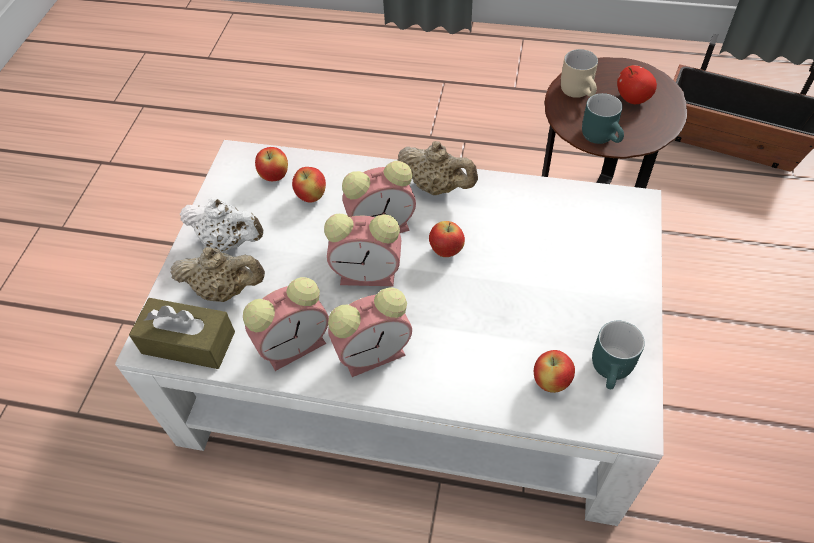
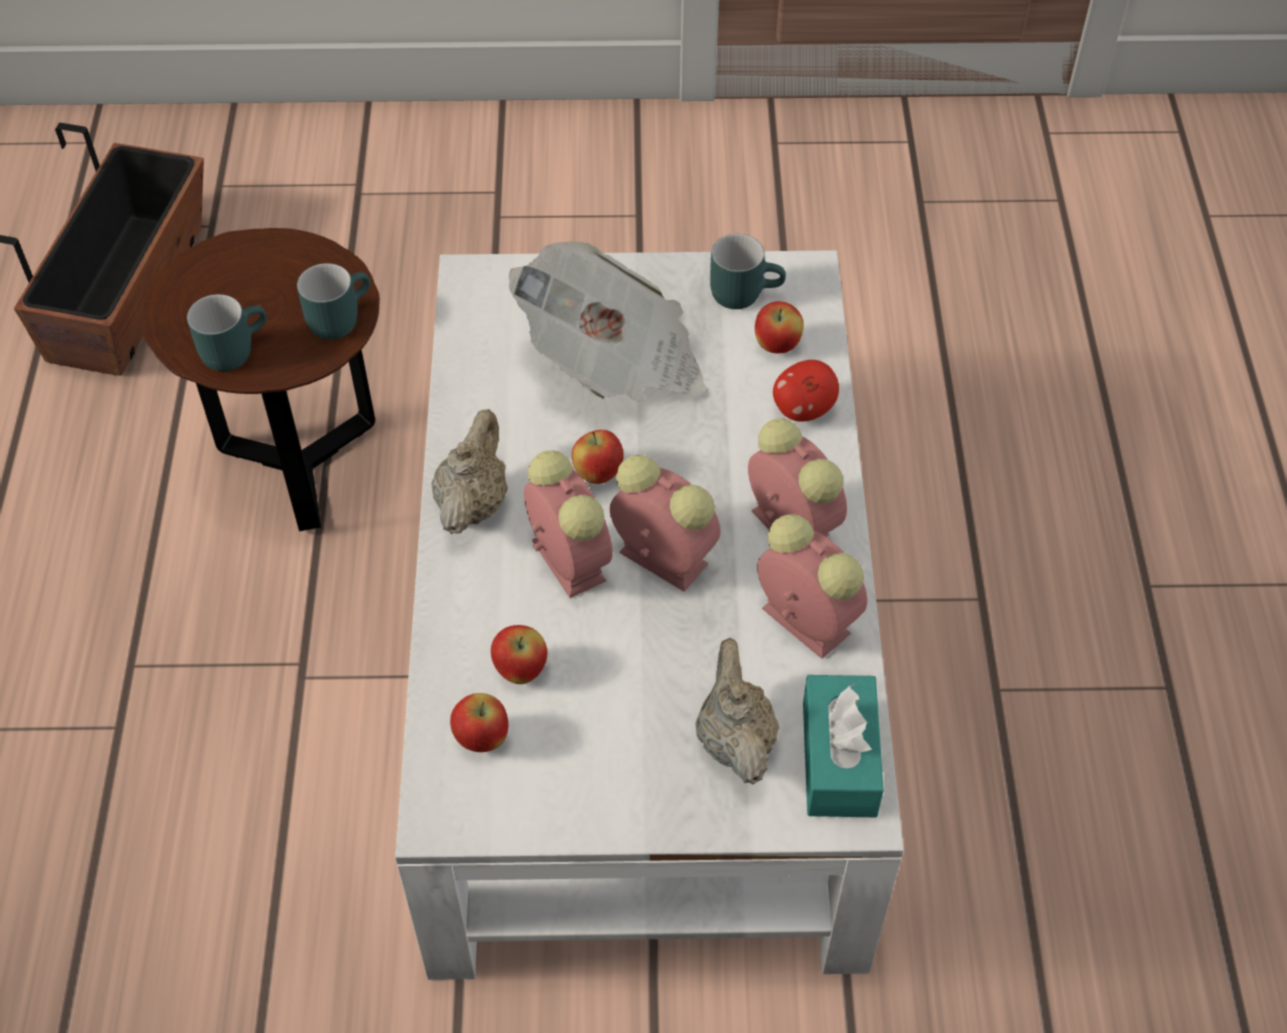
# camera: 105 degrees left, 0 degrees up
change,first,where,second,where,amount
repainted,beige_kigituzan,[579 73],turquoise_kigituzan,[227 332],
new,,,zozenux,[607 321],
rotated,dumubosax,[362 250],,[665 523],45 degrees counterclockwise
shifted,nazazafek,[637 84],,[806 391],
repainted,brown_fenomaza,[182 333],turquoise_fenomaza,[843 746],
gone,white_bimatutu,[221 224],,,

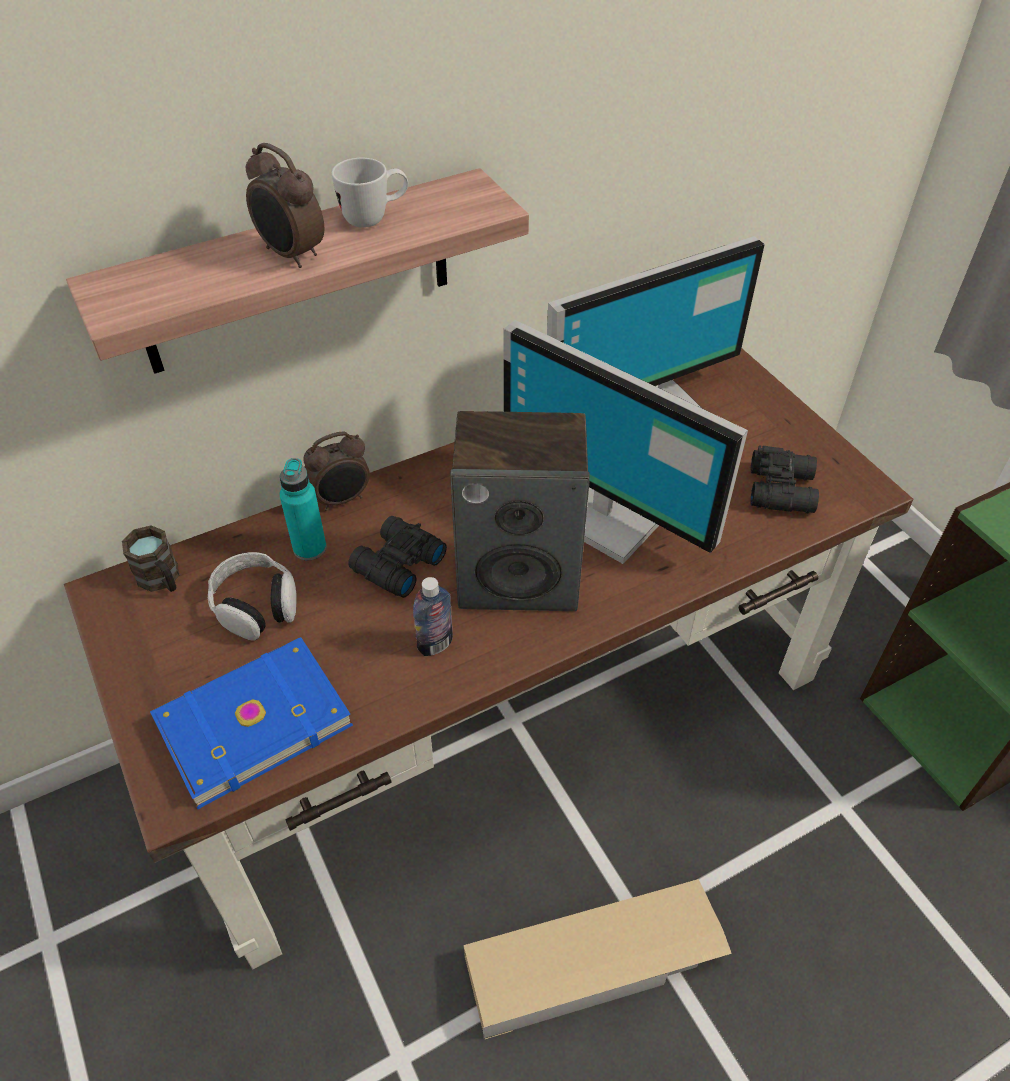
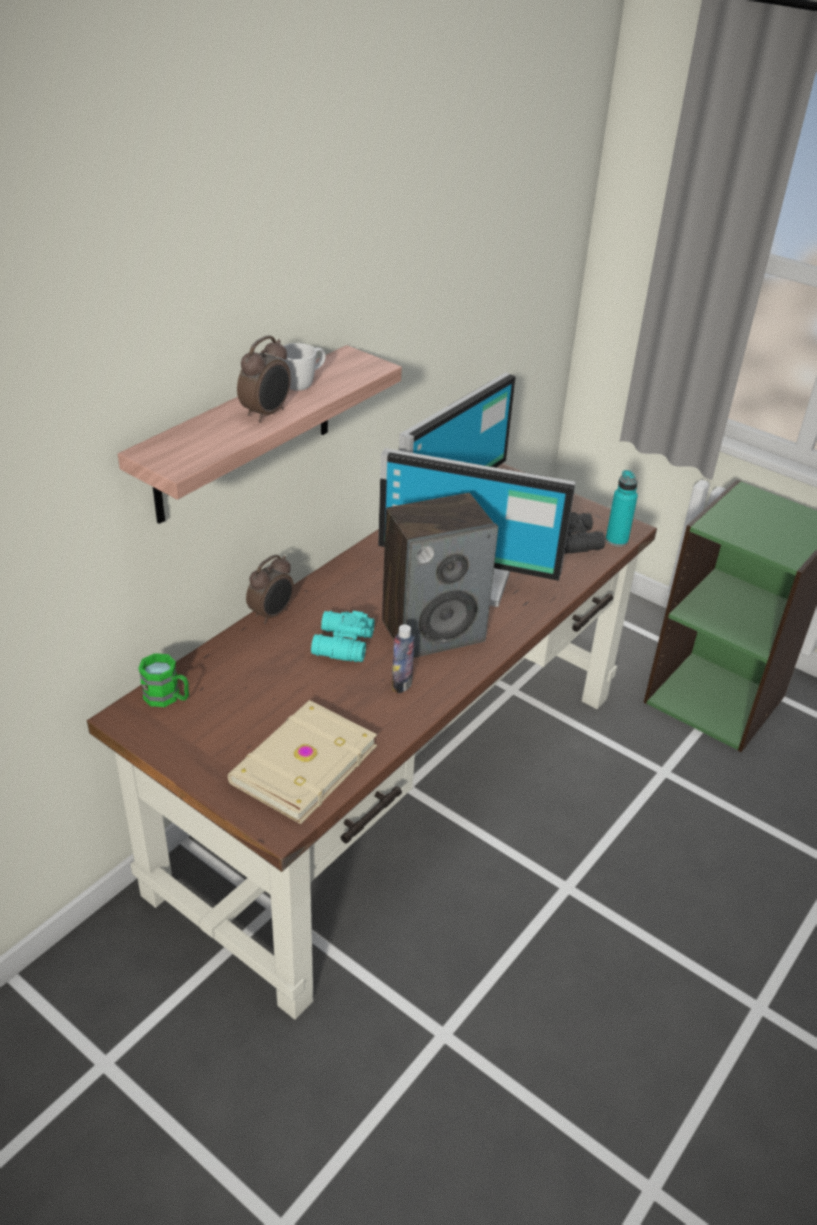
# camera: 25 degrees left, 10 degrees down
change,first,where,second,where,amount
repainted,brown_kigituzan,[151 558],green_kigituzan,[163 680],
repainted,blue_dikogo,[251 723],beige_dikogo,[302 762],
rotated,dumubosax,[285 205],,[264 378],75 degrees counterclockwise
repainted,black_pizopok,[397 557],turquoise_pizopok,[343 636],
shifted,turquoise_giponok,[303 509],,[622 508],
gone,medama,[252 596],,,
gone,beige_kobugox,[598 959],,,

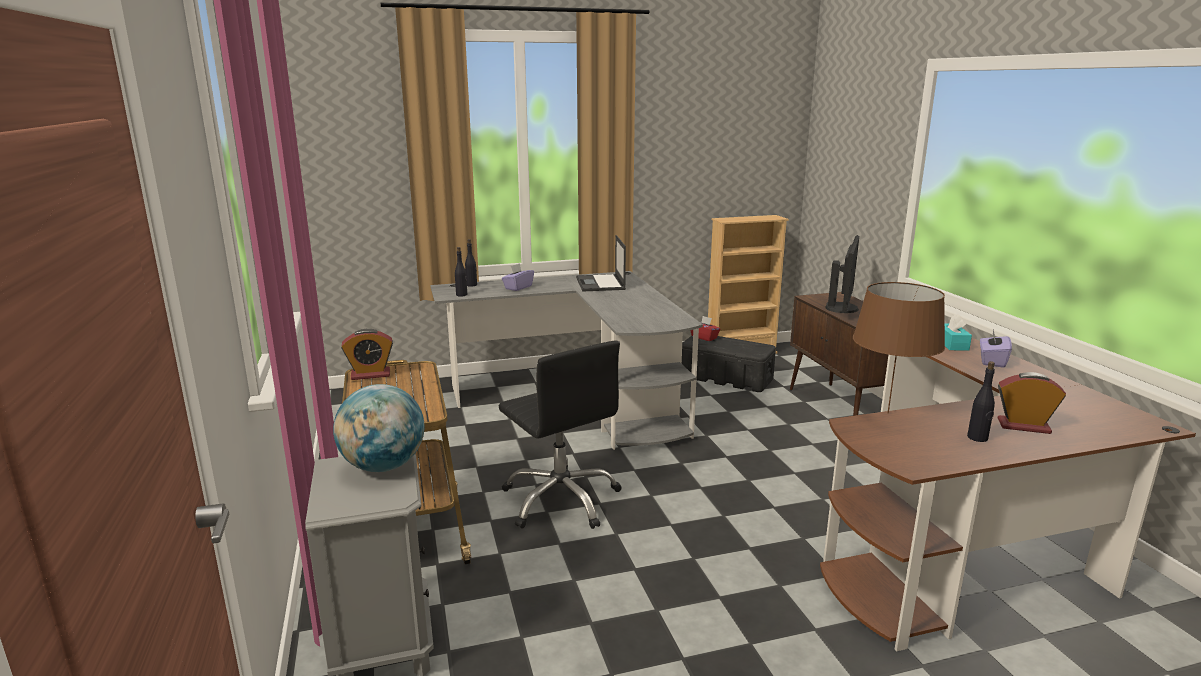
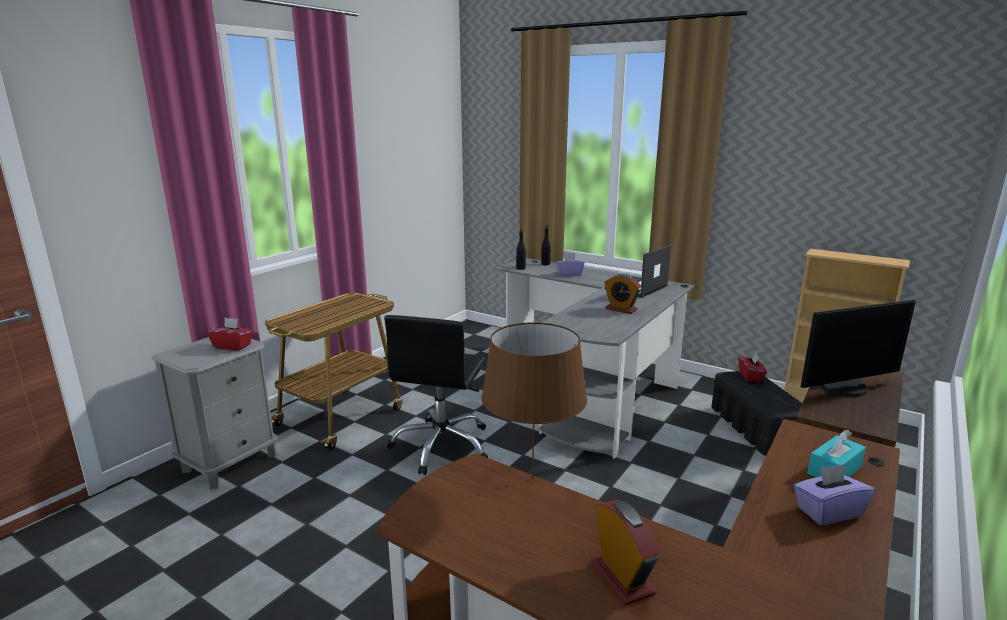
# camera: 50 degrees right, 0 degrees up
change,first,where,second,where,amount
swapped,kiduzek,[378 428],red_fenomaza,[230 334],
shifted,dumubosax,[367 354],,[623 294],
gone,black_giponok,[981 401],,,

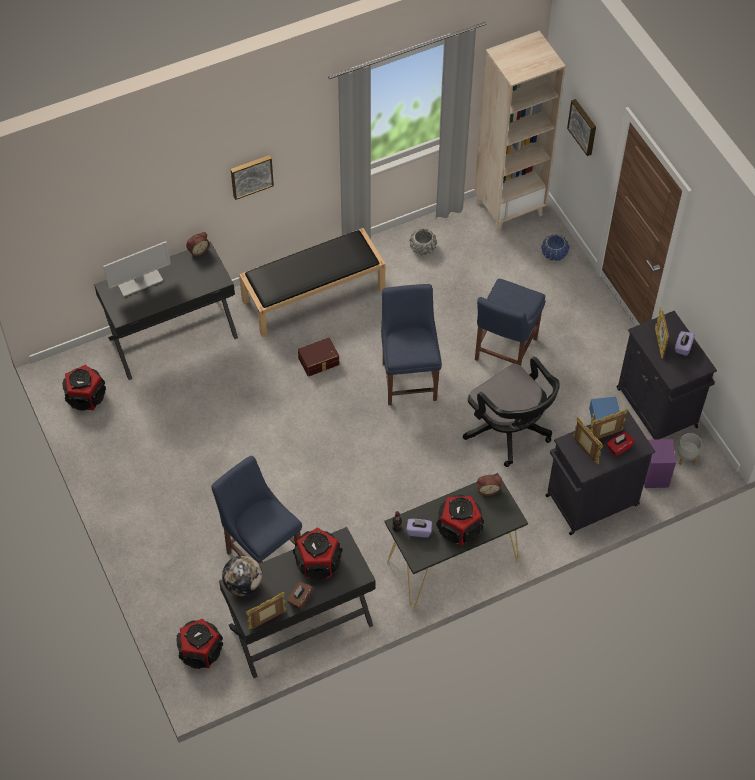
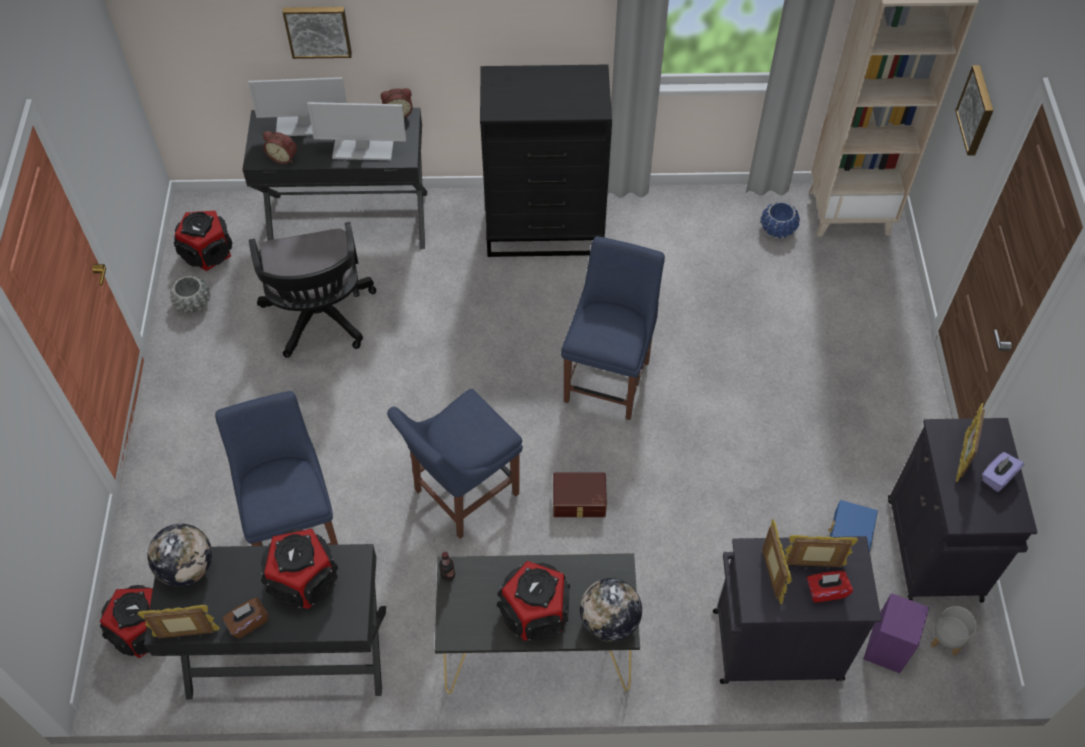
# camera: 25 degrees right, 0 degrees up
change,first,where,second,where,amount
shifted,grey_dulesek,[423 242],,[190 294],
shifted,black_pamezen,[511 411],,[312 290],
shifted,dumubosax,[489 485],,[280 147],
shifted,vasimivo,[252 177],,[317 33],
new,,,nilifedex,[356 131],
shifted,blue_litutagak,[510 322],,[455 464],
swapped,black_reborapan,[312 282],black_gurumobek,[546 161],
shifted,brown_kobugox,[318 357],,[580 495],
new,,,kiduzek,[611 610],
shifted,blue_dulesek,[555 247],,[780 220],
gone,purple_fenomaza,[419 528],,,

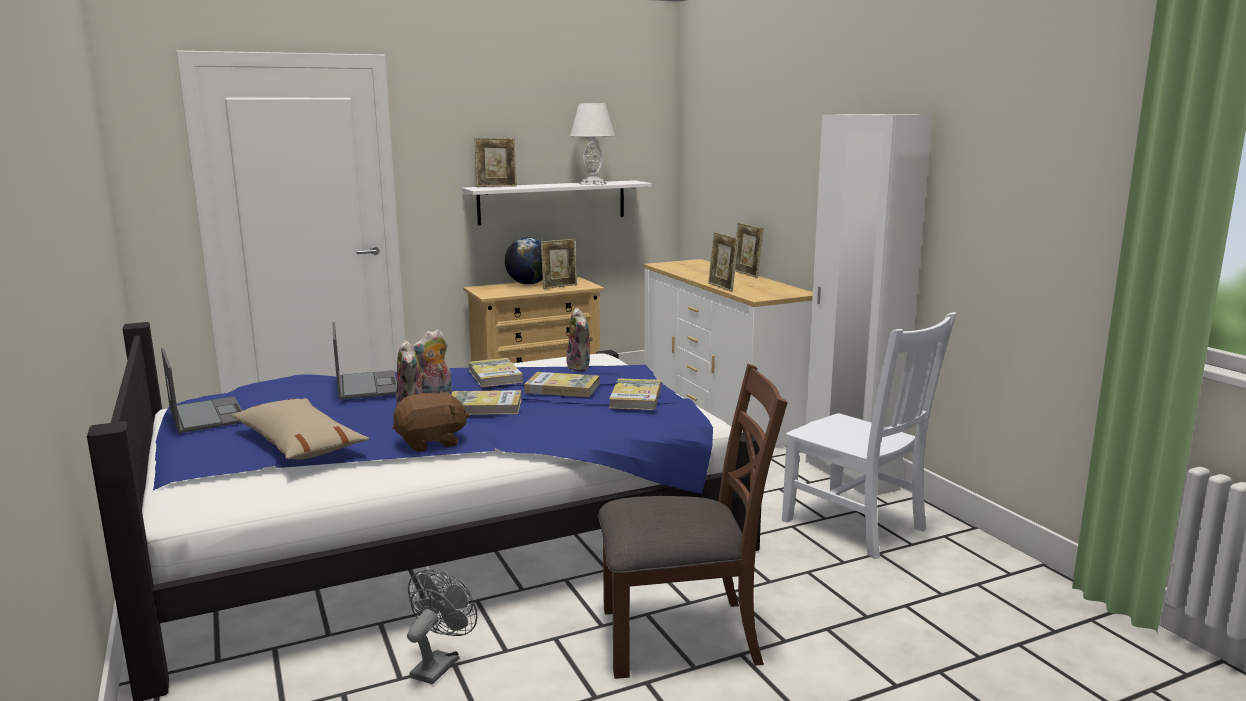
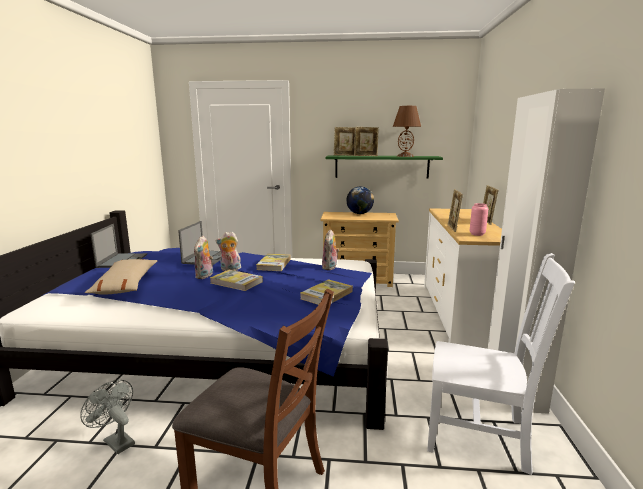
# camera: 30 degrees right, 0 degrees up
change,first,where,second,where,amount
rotated,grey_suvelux,[442 627],,[107 417],105 degrees counterclockwise
repainted,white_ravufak,[557 202],green_ravufak,[384 167],
shifted,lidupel,[559 264],,[366 141],
repainted,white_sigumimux,[592 144],brown_sigumimux,[407 131],
rotated,white_litutagak,[869 435],,[501 364],60 degrees counterclockwise
new,,,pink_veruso,[479 219],
gone,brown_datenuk,[431 421],,,
gone,dikogo,[562 384],,,

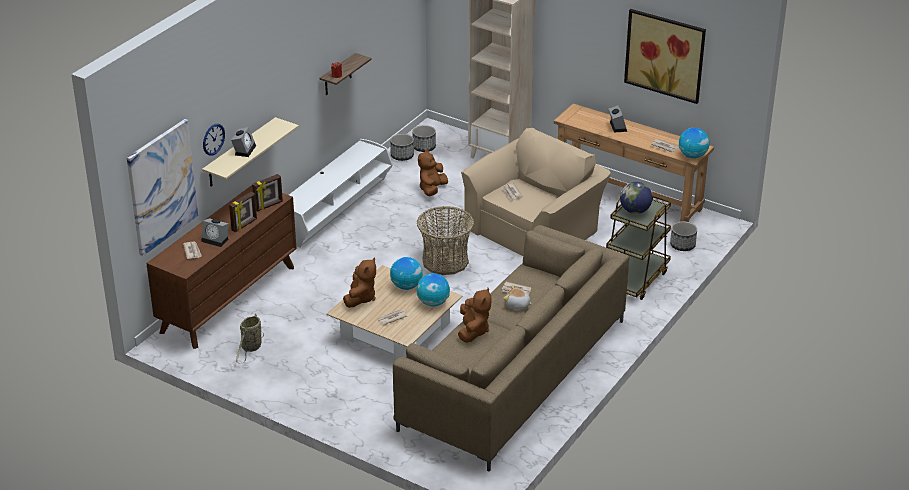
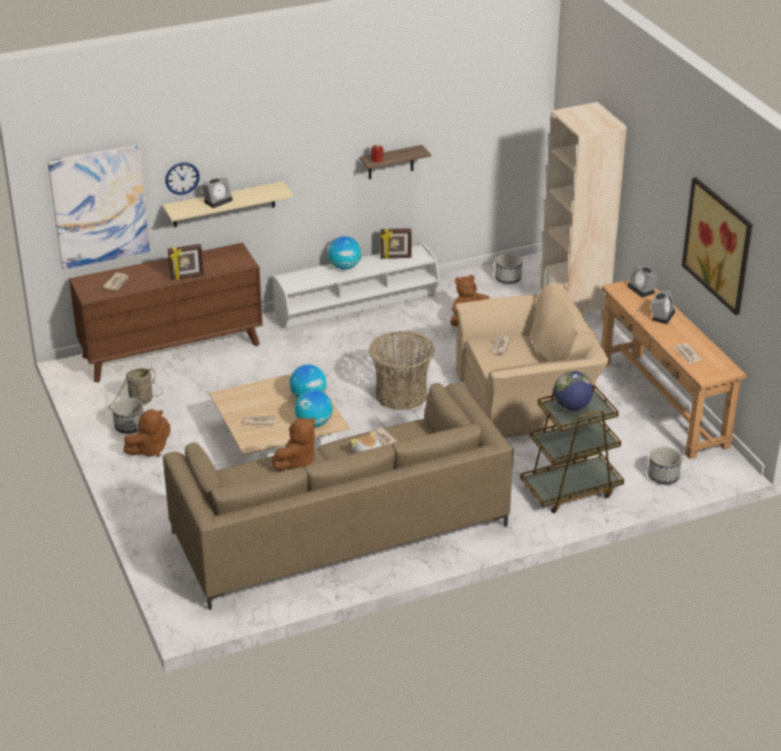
# camera: 35 degrees right, 0 degrees up
change,first,where,second,where,amount
shifted,dulesek,[402 147],,[128 416],
shifted,brown_datenuk,[359 282],,[147 433],
shifted,kiduzek,[694 143],,[344 253],
shifted,lidupel,[267 193],,[396 243],
shifted,dumubosax,[215 232],,[643 281],

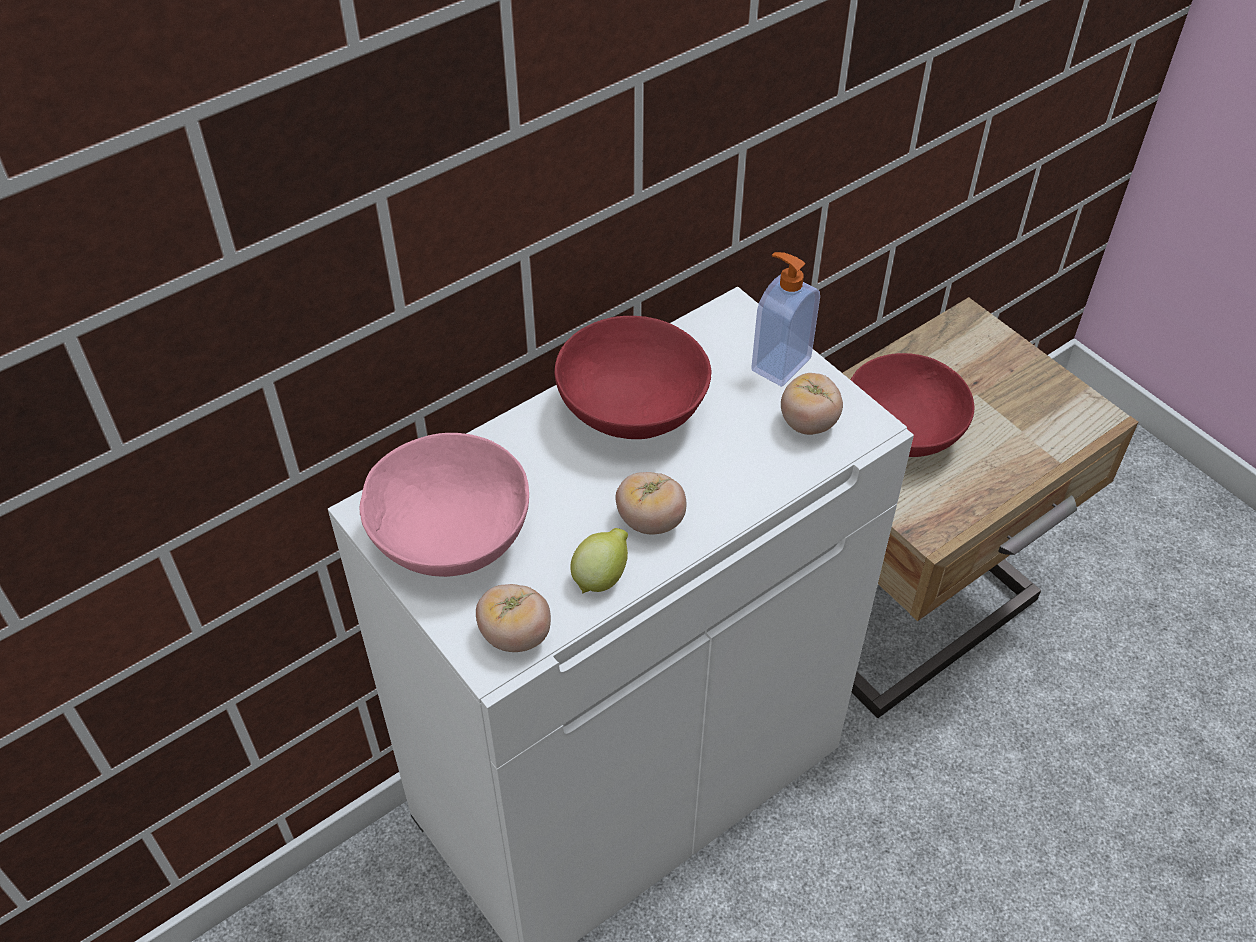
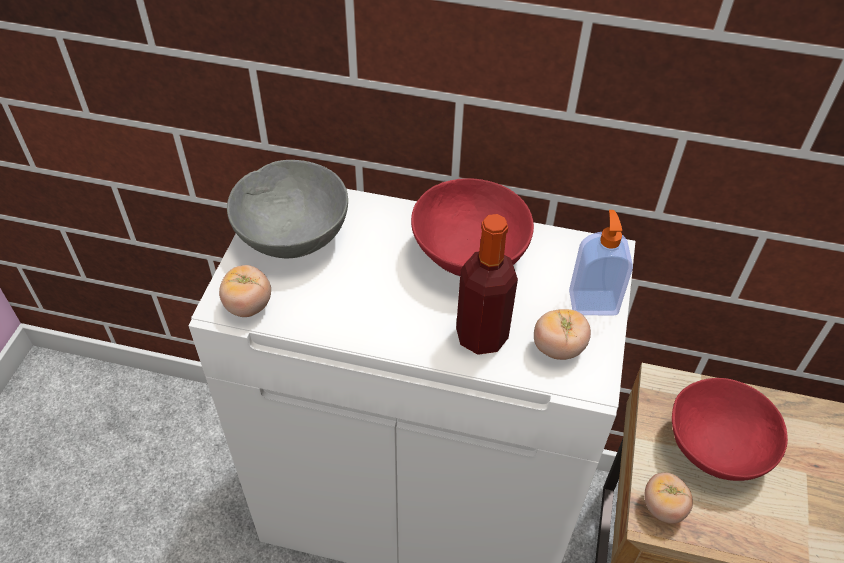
# camera: 50 degrees right, 0 degrees up
change,first,where,second,where,amount
repainted,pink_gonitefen,[444 505],grey_gonitefen,[287 209],
new,,,giponok,[487 284],
shifted,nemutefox,[650 503],,[668 498],
gone,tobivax,[599 560],,,

